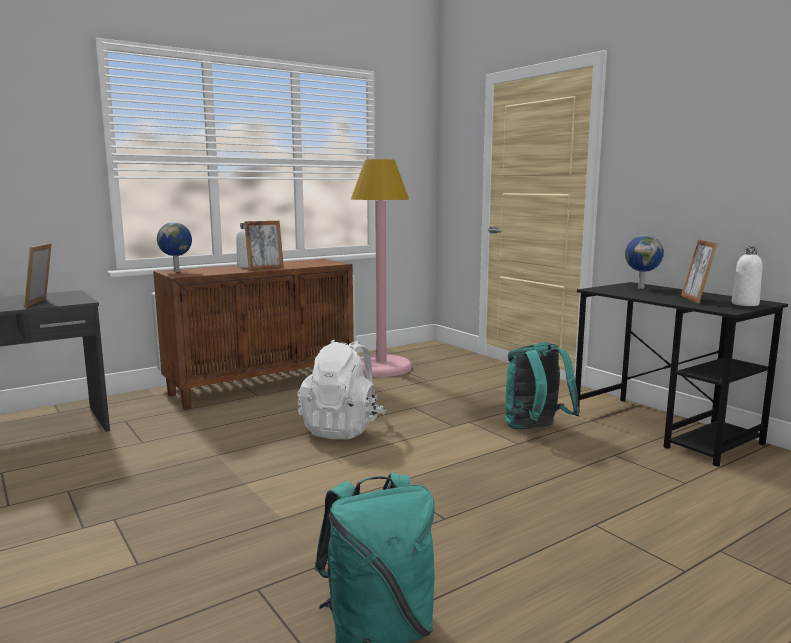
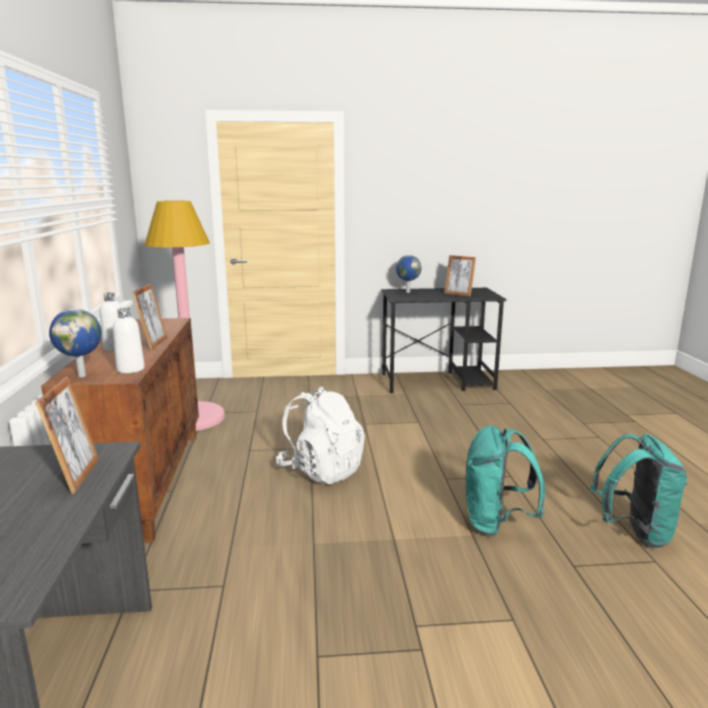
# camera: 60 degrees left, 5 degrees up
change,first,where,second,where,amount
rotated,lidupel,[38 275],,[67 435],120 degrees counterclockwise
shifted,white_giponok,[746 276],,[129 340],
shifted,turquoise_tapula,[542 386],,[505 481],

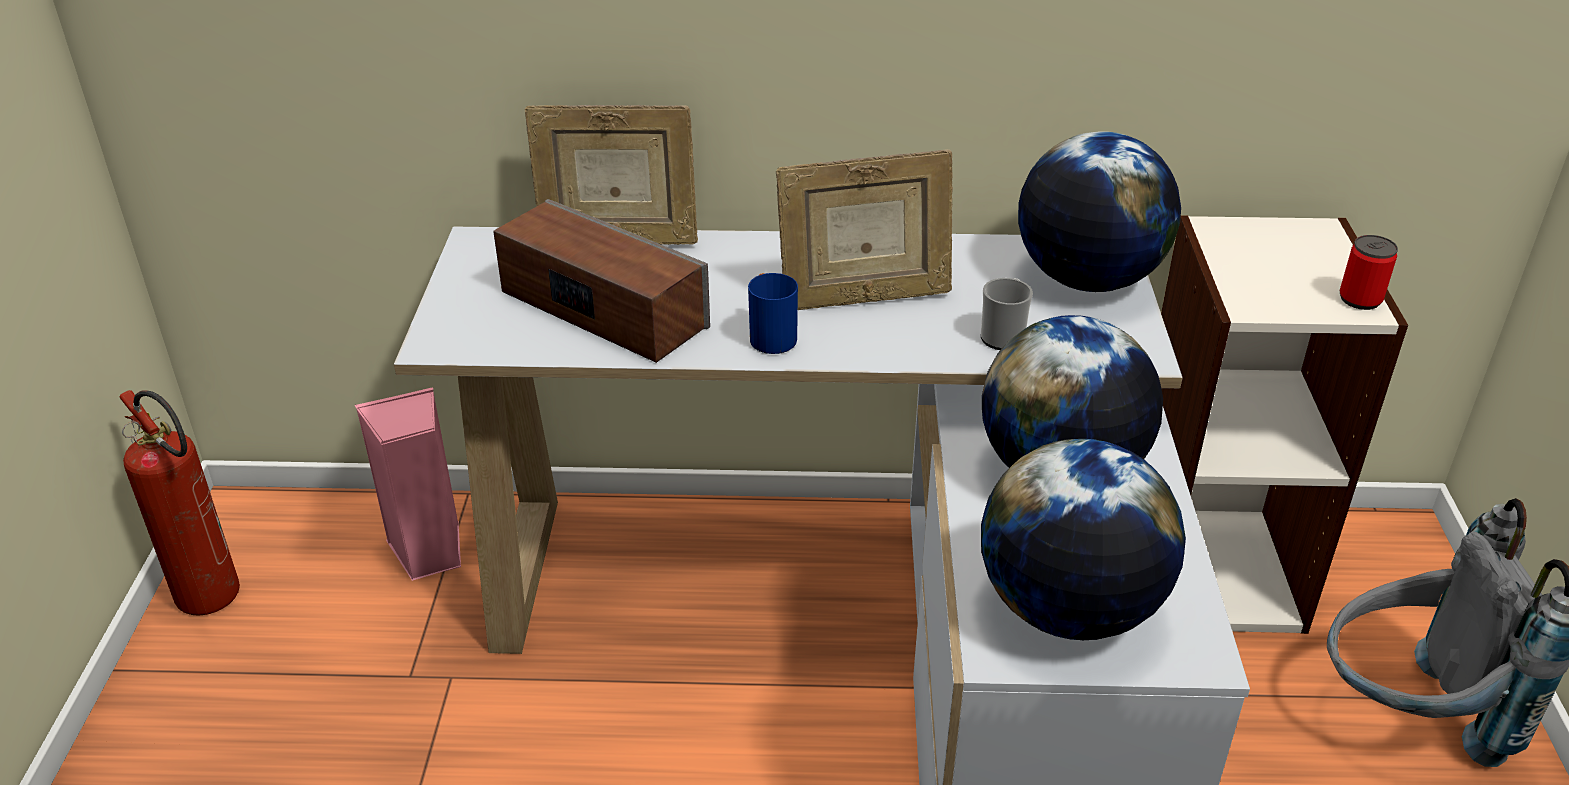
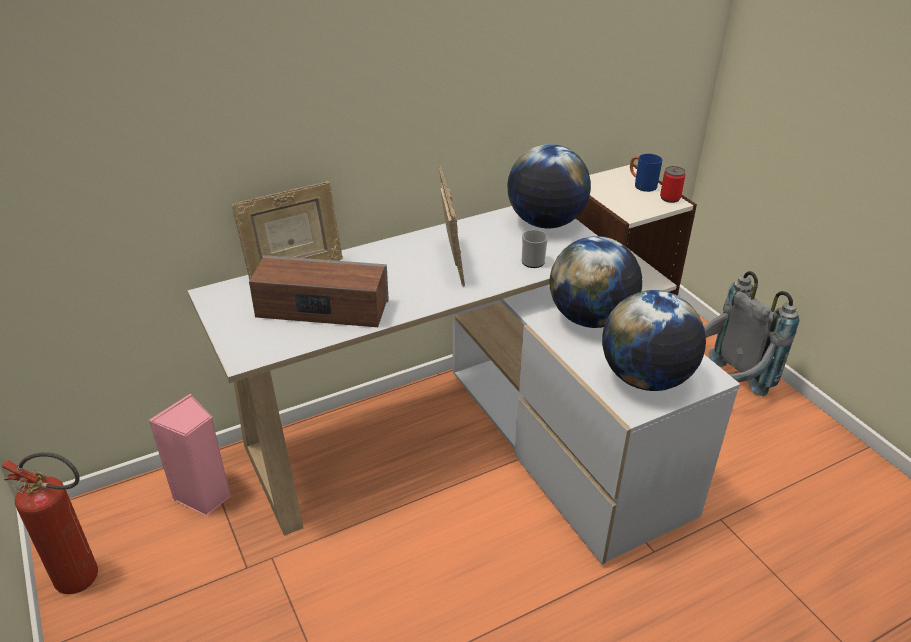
# camera: 30 degrees left, 0 degrees up
change,first,where,second,where,amount
rotated,lidupel,[864 229],,[452 226],60 degrees counterclockwise
shifted,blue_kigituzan,[773 313],,[646 173],

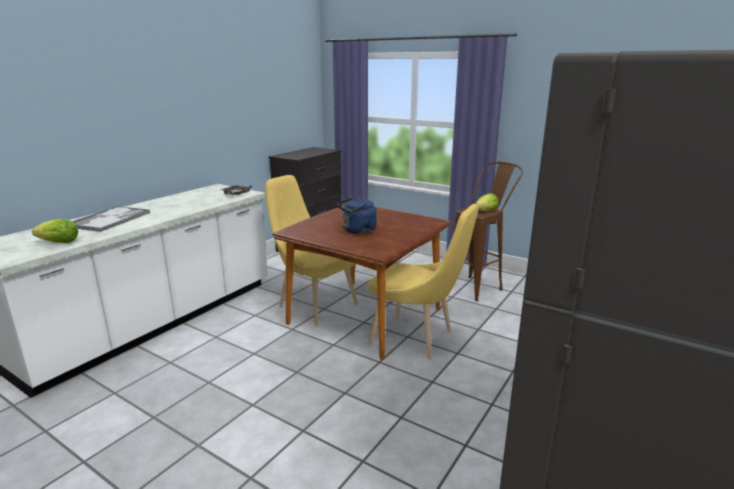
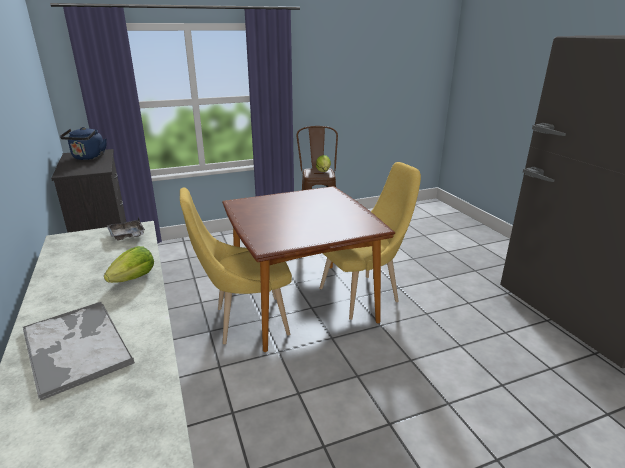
# camera: 55 degrees left, 5 degrees up
change,first,where,second,where,amount
shifted,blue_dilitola,[356 215],,[83 143],
shifted,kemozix,[55 231],,[129 264],

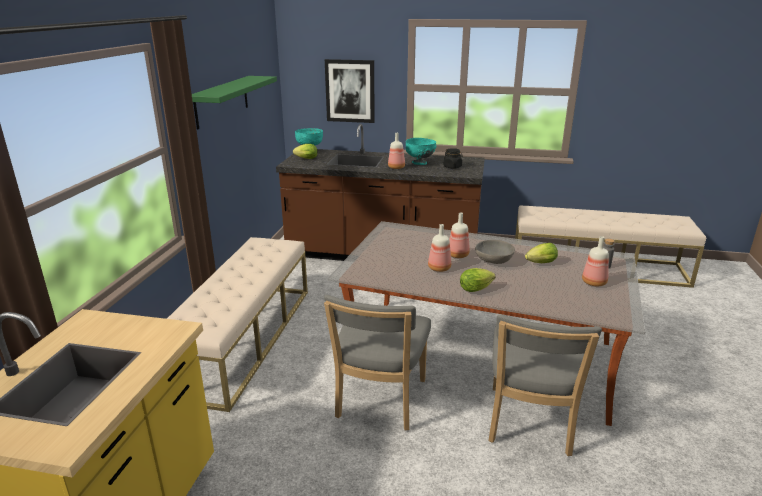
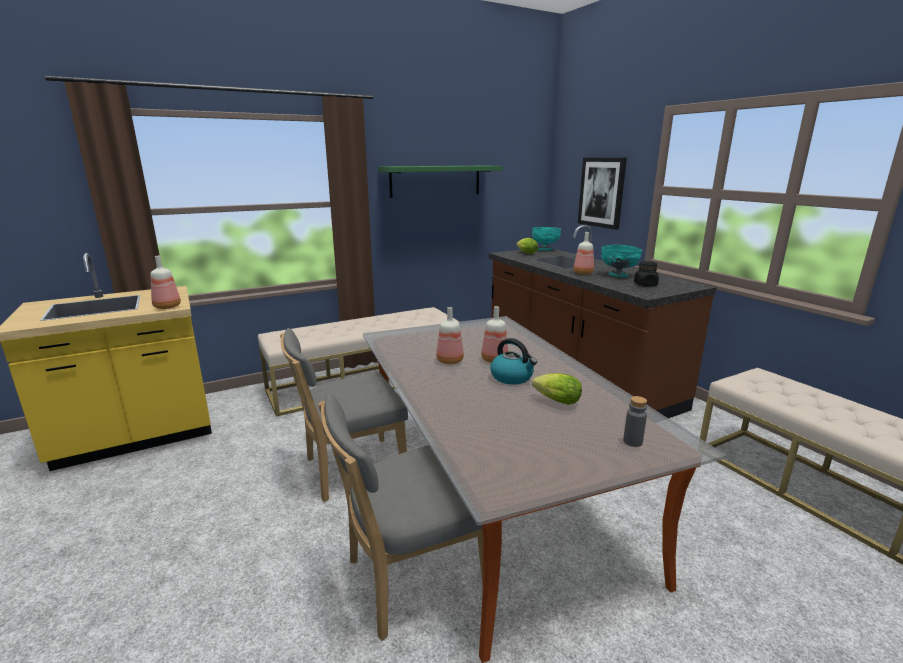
# camera: 50 degrees right, 5 degrees down
change,first,where,second,where,amount
shifted,giponok,[595 261],,[166 282],
swapped,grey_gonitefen,[495 252],dilitola,[514 361],
gone,kemozix,[478 280],,,

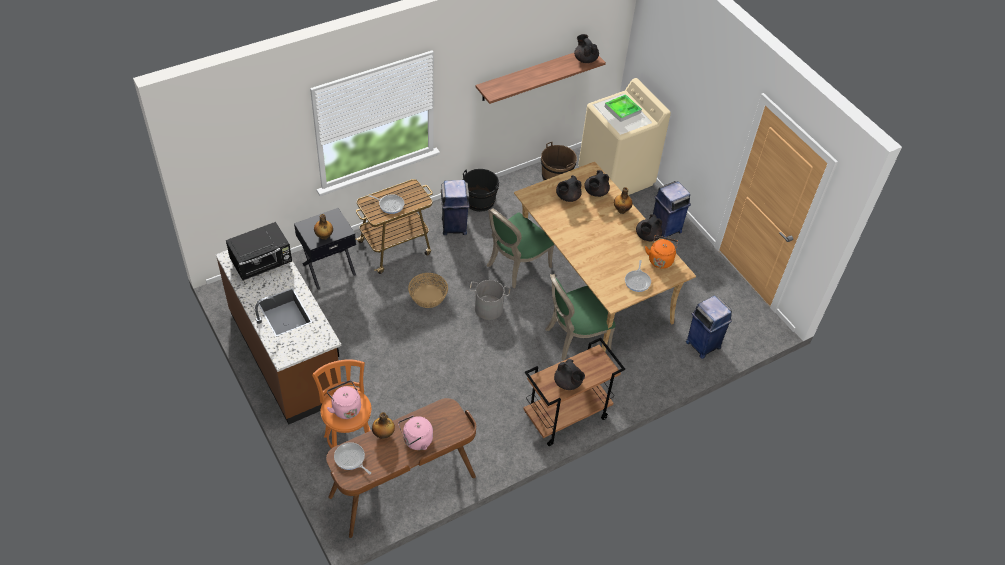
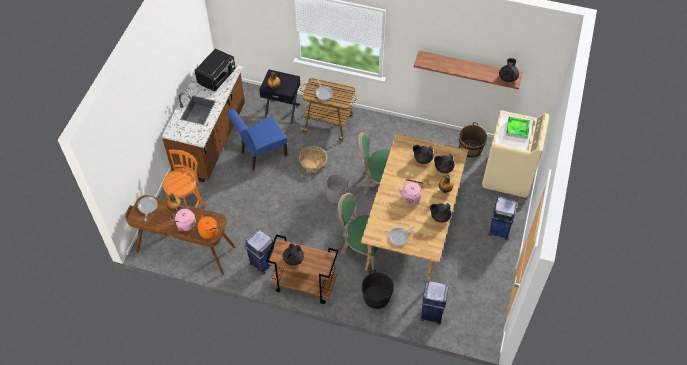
# camera: 50 degrees right, 5 degrees up
change,first,where,second,where,amount
rotated,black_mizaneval,[259 251],,[215 69],75 degrees counterclockwise
shifted,orange_dilitola,[661 252],,[208 226],
new,,,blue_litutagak,[257 139],
shifted,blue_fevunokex,[455 207],,[260 251],
shifted,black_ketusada,[481 190],,[378 289],
shifted,pink_dilitola,[344 399],,[410 191],

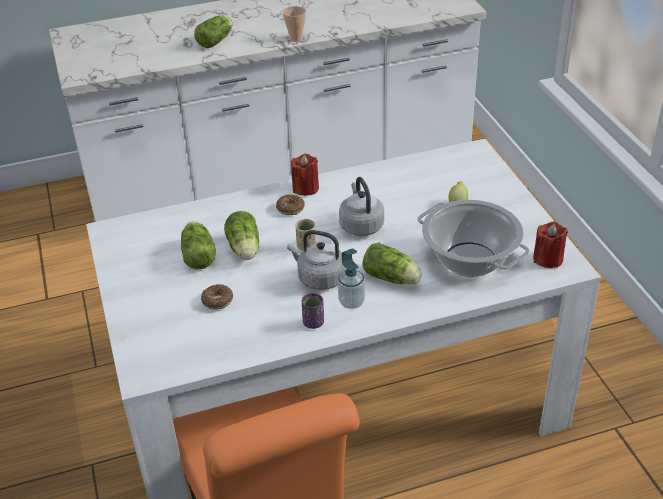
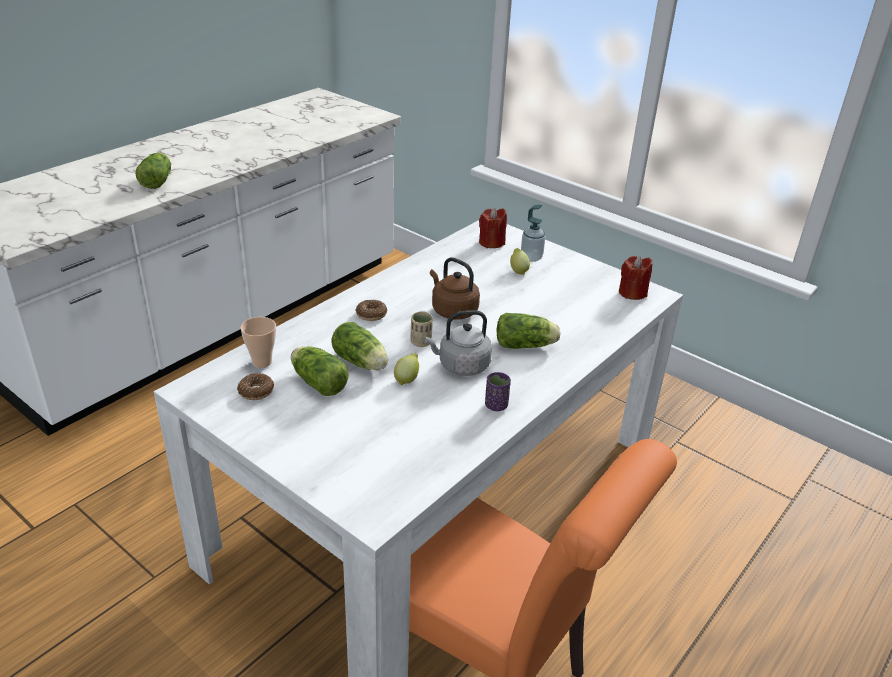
# camera: 35 degrees left, 5 degrees down
change,first,where,second,where,amount
shifted,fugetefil,[217 297],,[255 386],
shifted,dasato,[294 24],,[258 342],
new,,,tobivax,[406 369],
repainted,grey_dilitola,[361 206],brown_dilitola,[455 288],
shifted,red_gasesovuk,[305 175],,[493 227],
shifted,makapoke,[351 278],,[533 233],
gone,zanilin,[473 238],,,

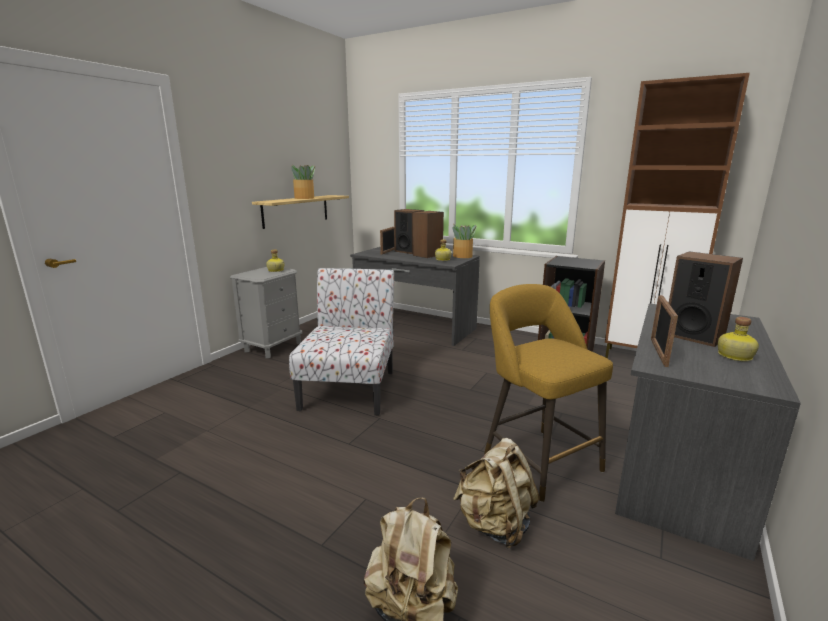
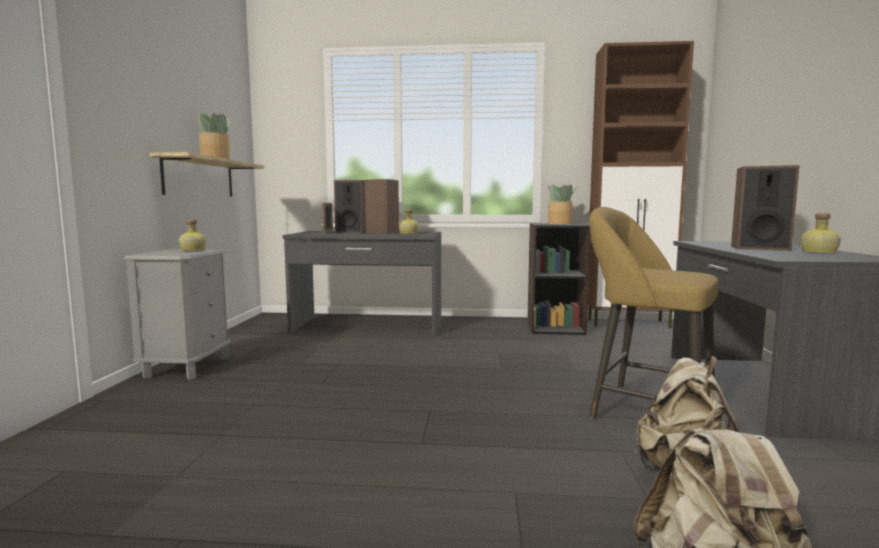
# camera: 25 degrees left, 10 degrees down
change,first,where,second,where,amount
shifted,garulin,[464 241],,[563 204],
gone,litutagak,[341 342],,,
gone,lidupel,[664 331],,,

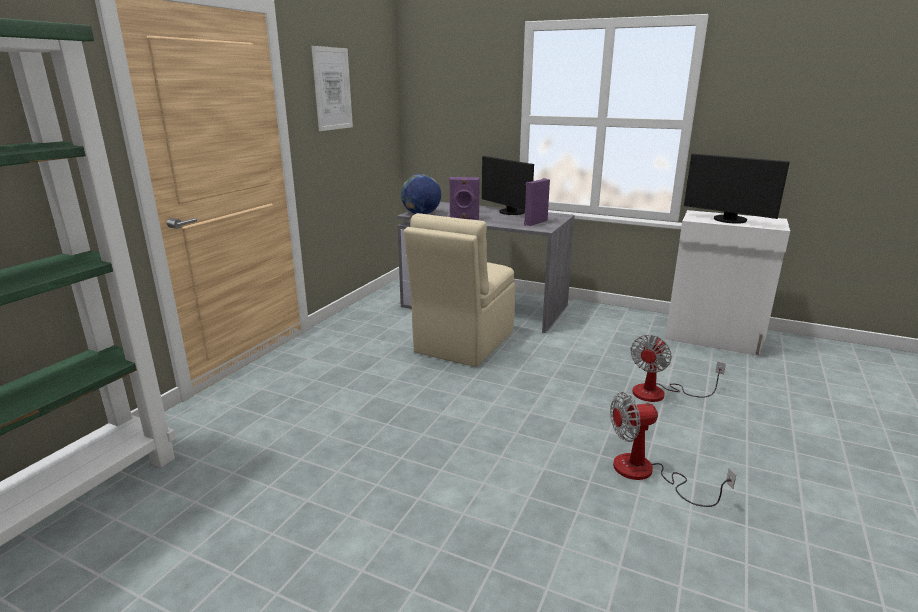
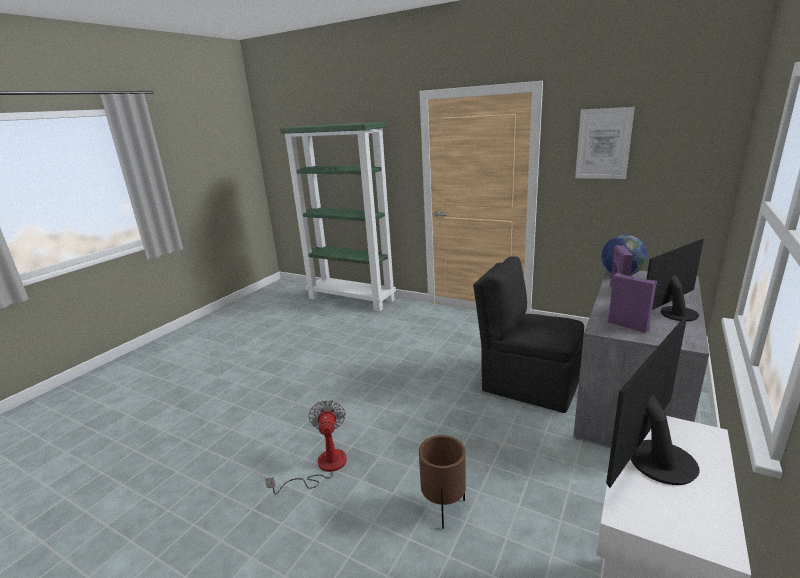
# camera: 95 degrees right, 0 degrees up
change,first,where,second,where,amount
swapped,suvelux,[678 368],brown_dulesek,[442 482],
repainted,beige_litutagak,[459 290],black_litutagak,[528 334],

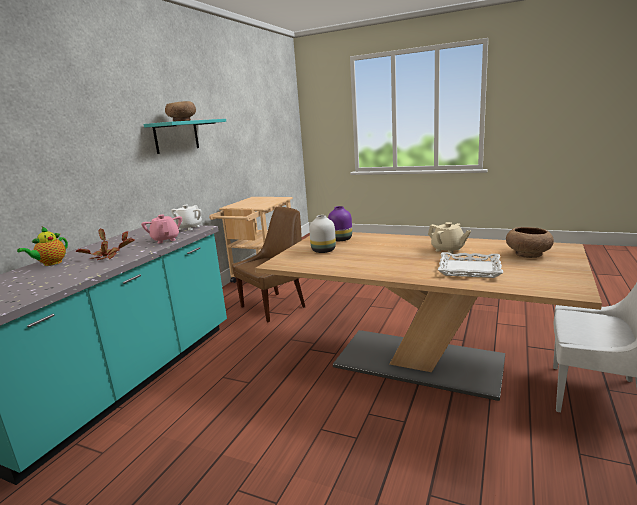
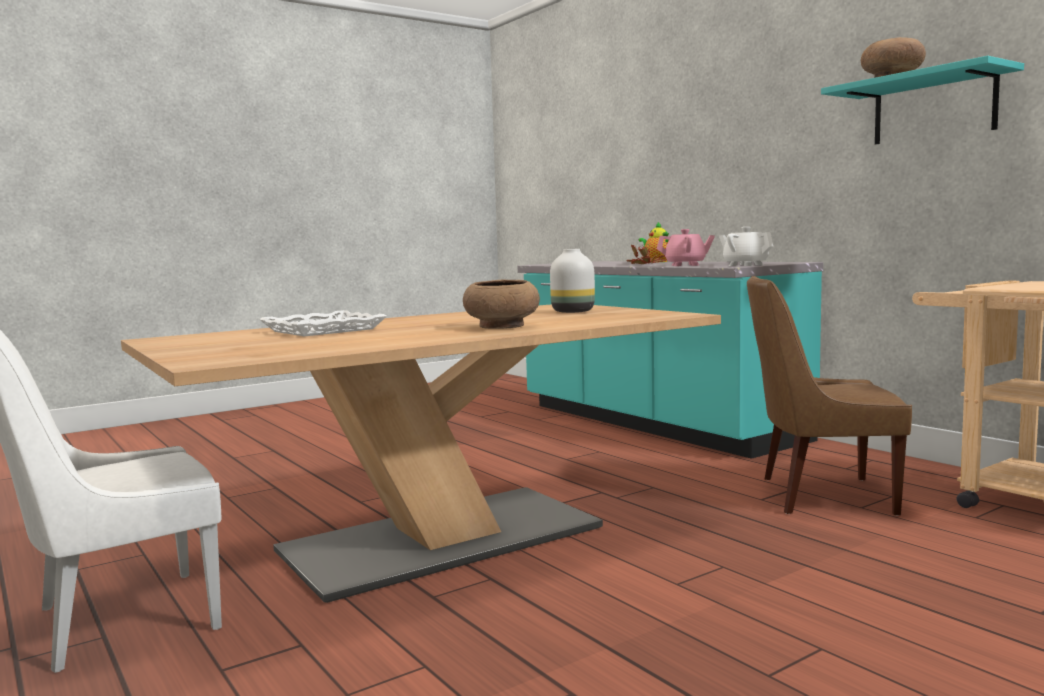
# camera: 120 degrees right, 10 degrees down
change,first,where,second,where,amount
shifted,brown_gonitefen,[530 242],,[501 304],
rotated,brown_litutagak,[268 264],,[829 396],105 degrees clockwise
gone,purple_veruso,[340 223],,,
gone,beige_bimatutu,[449 238],,,

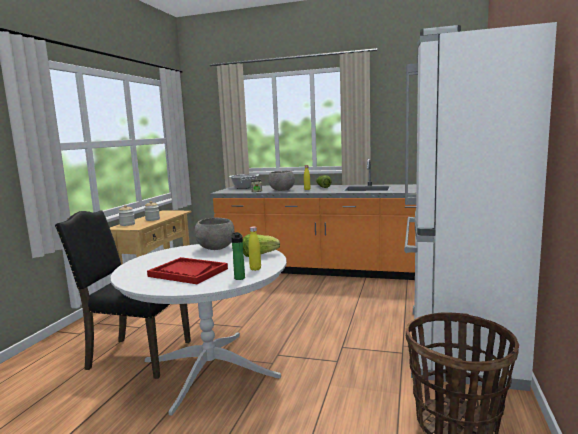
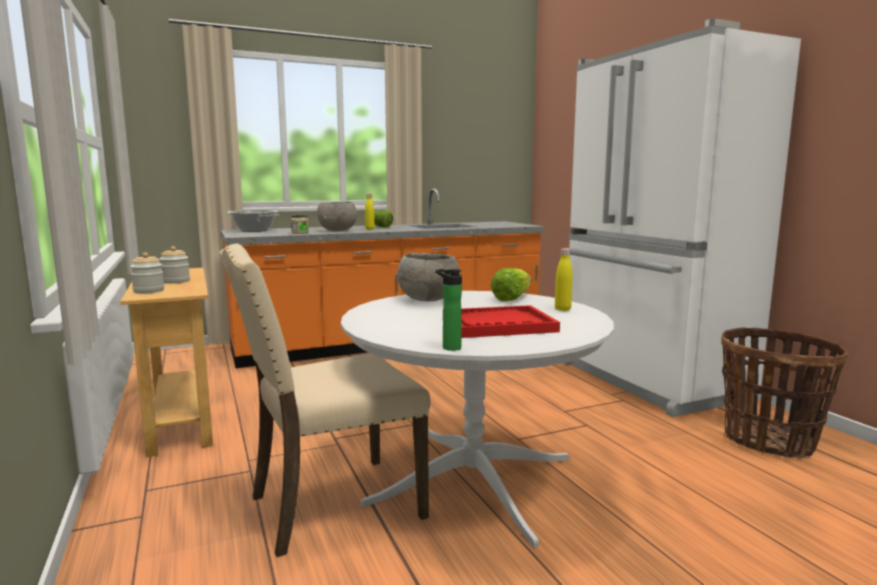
# camera: 40 degrees left, 0 degrees up
change,first,where,second,where,amount
repainted,black_litutagak,[123 294],beige_litutagak,[325 400],
shifted,giponok,[238 256],,[449 310],

